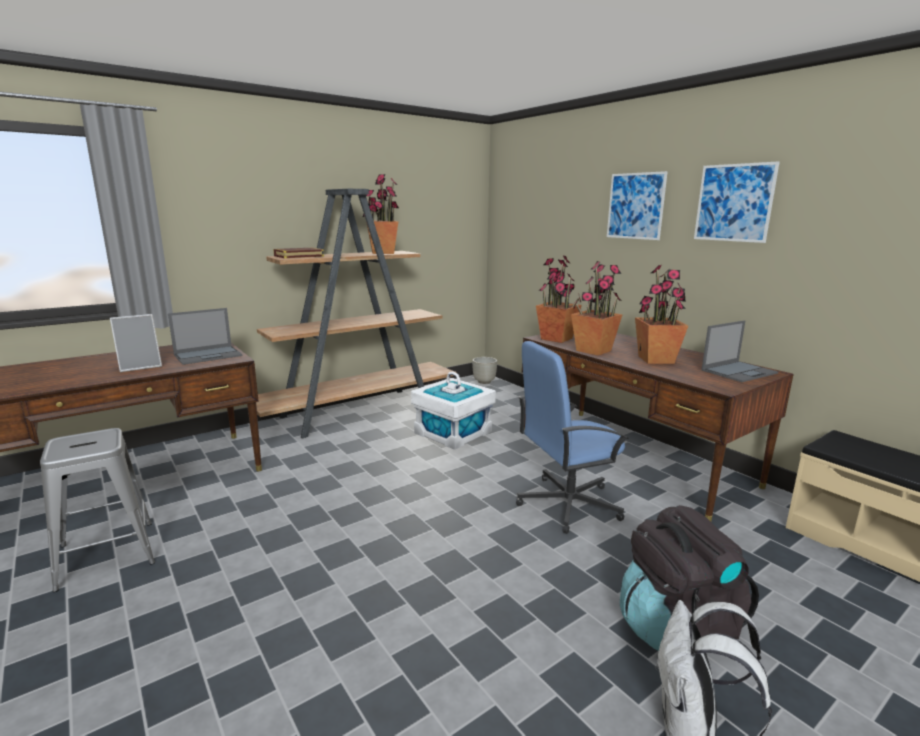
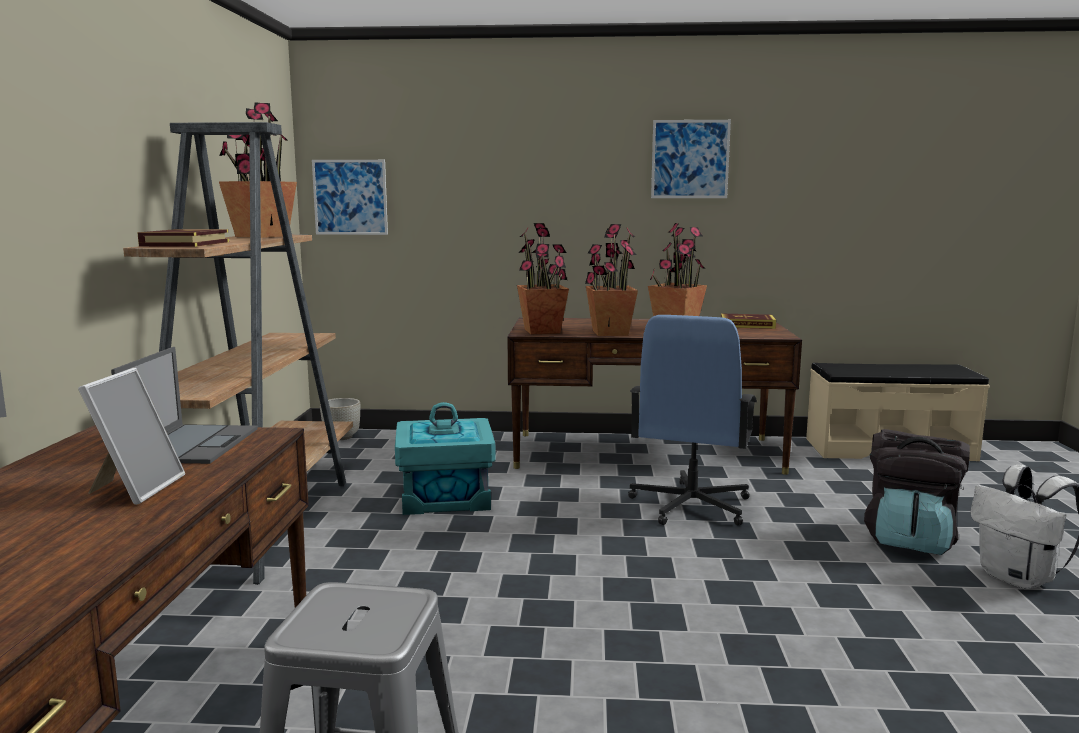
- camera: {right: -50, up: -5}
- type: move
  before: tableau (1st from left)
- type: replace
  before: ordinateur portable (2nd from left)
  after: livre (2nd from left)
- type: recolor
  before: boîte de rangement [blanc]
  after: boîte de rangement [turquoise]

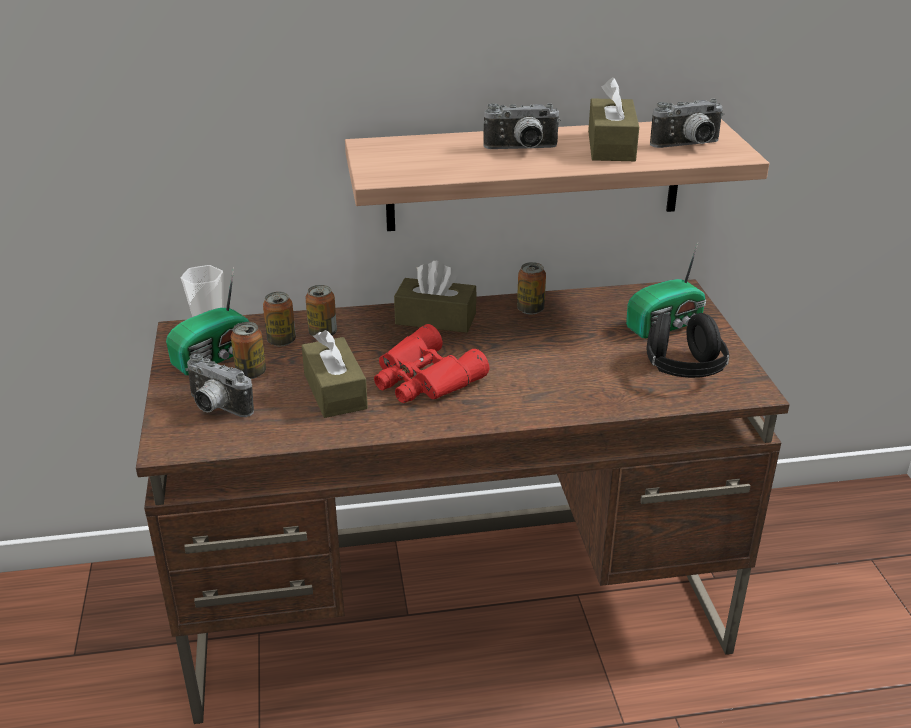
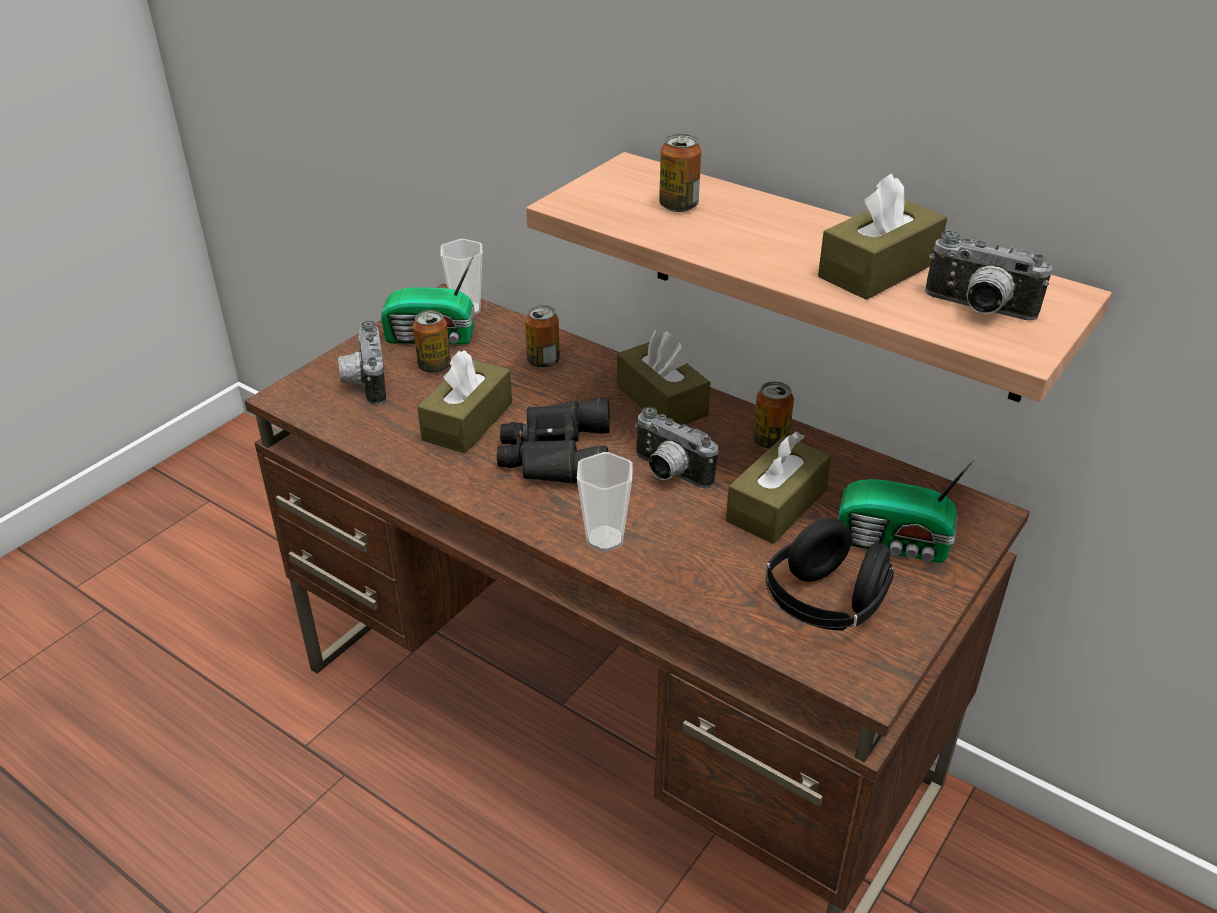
- camera: {right: 45, up: 5}
- type: move
  before: appareil photo (2nd from left)
- type: move
  before: boîte métallique (2nd from left in the first image)
  after: boîte métallique (3rd from left)
- type: recolor
  before: jumelles [rouge]
  after: jumelles [noir]
- type: insert
  after: boîte à mouchoirs [marron] (3rd from left)
- type: insert
  after: tasse (2nd from left)

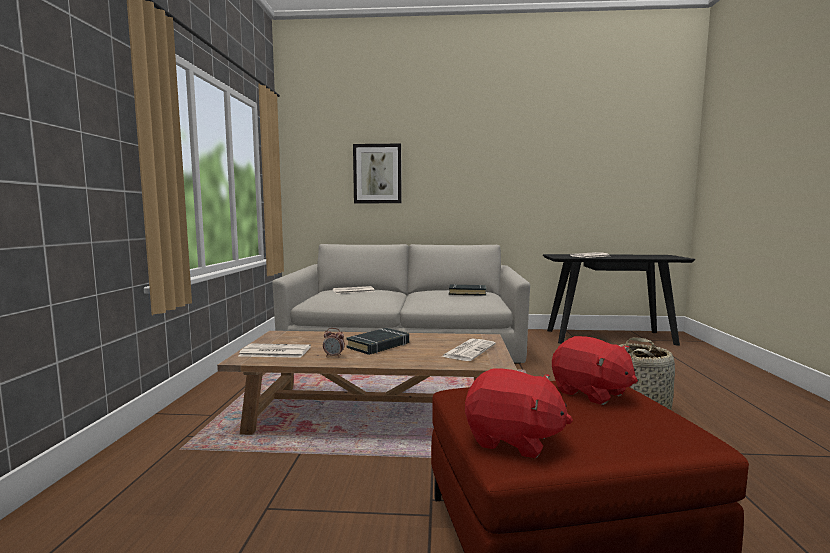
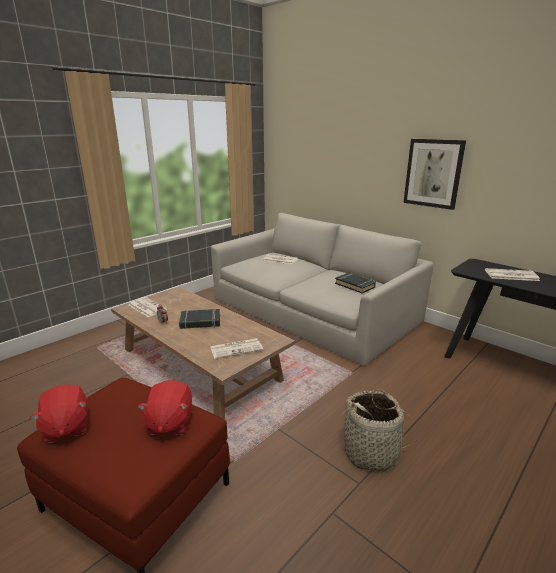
- camera: {right: 40, up: 15}
- type: move
  before: tableau

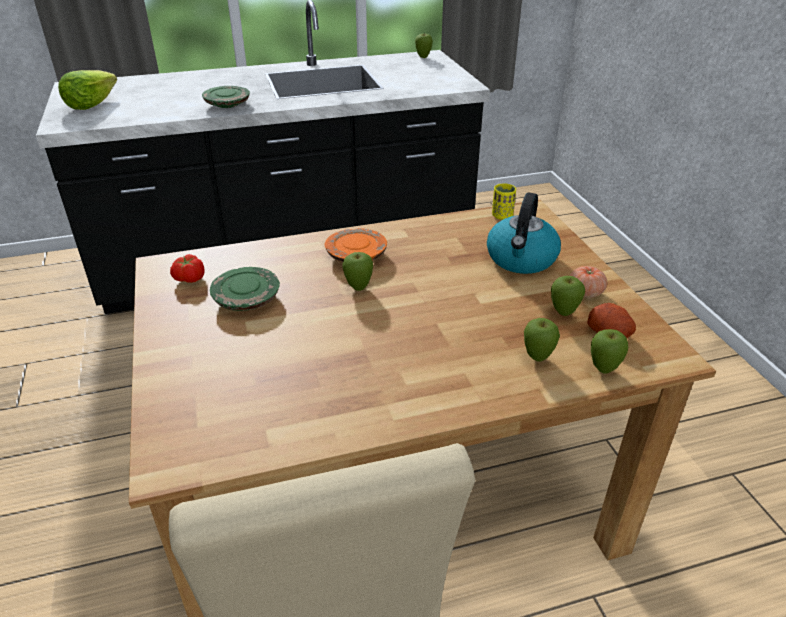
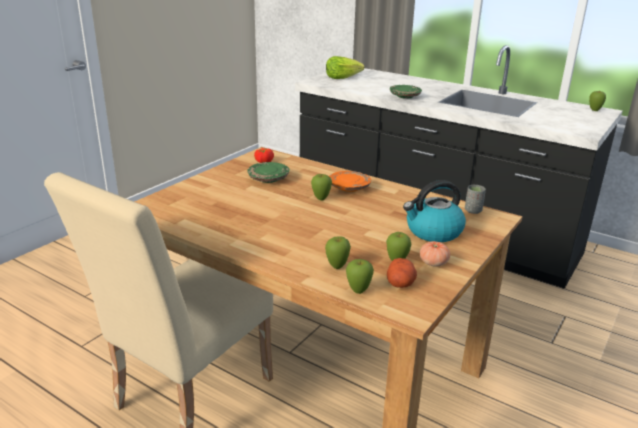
- camera: {right: 50, up: -10}
- type: recolor
  before: tasse [jaune]
  after: tasse [gris]

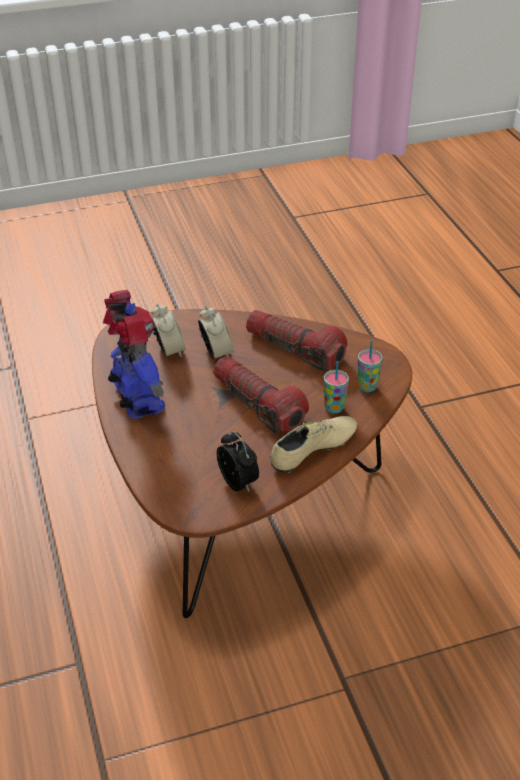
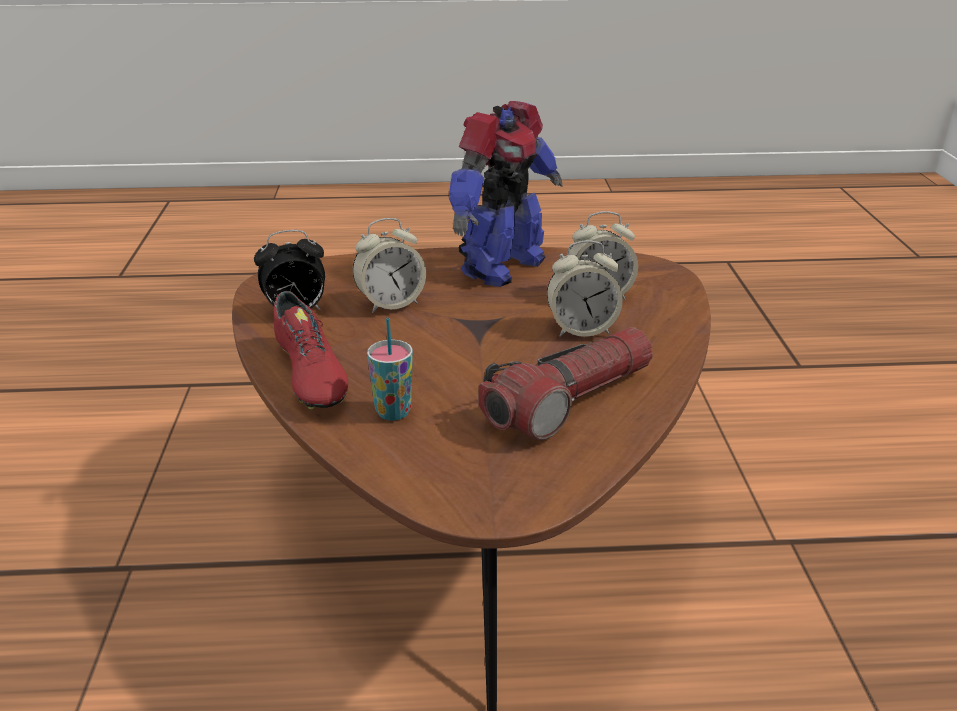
- camera: {right: 105, up: -10}
- type: rotate
  before: robot jouet
  turn: -45
- type: delete
  before: tasse (2nd from left)
- type: delete
  before: lampe de poche (1st from left)
- type: recolor
  before: chaussure [beige]
  after: chaussure [rouge]
- type: insert
  after: réveil (2nd from left)

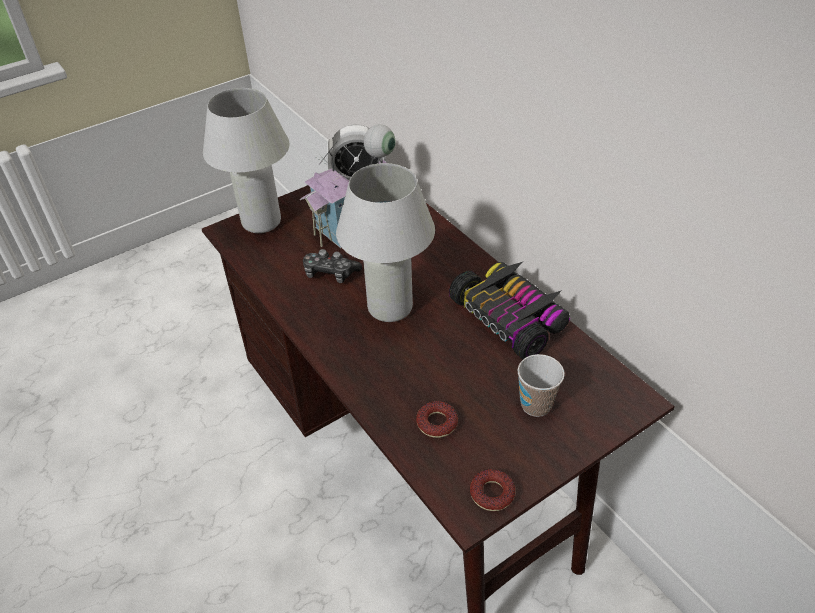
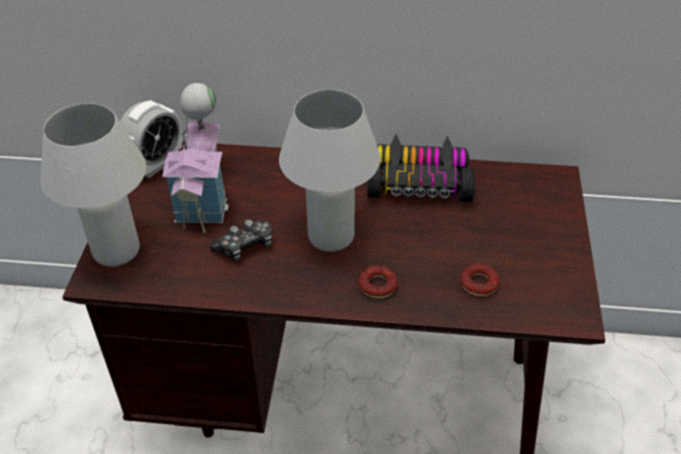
- camera: {right: -50, up: 0}
- type: delete
  before: tasse
- type: move
  before: beignet (2nd from left in the first image)
  after: beignet (1st from left)

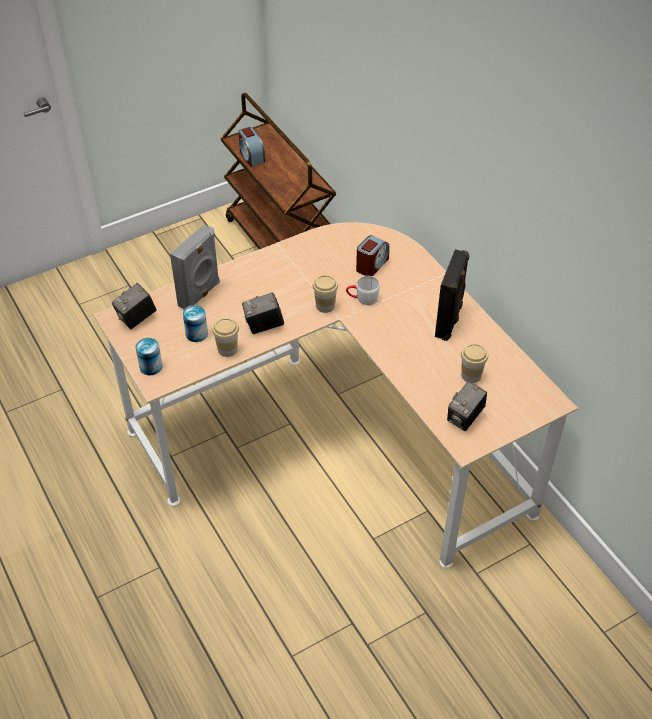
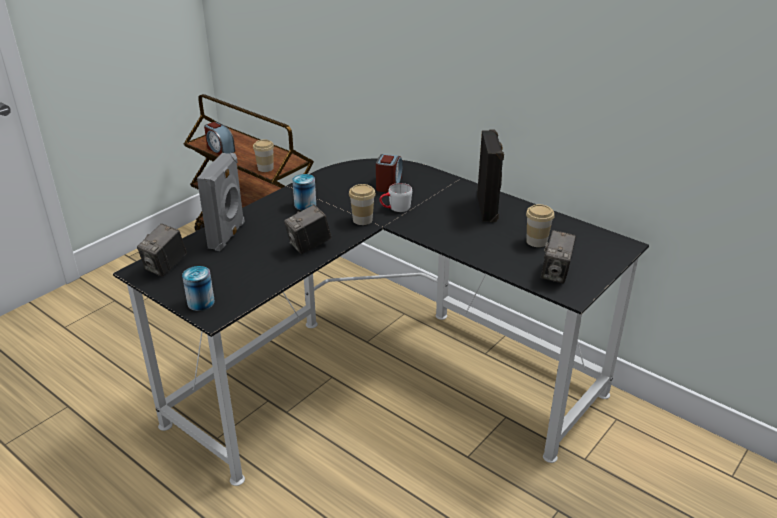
- camera: {right: -20, up: -15}
- type: recolor
  before: bureau [beige]
  after: bureau [noir]
- type: move
  before: boîte métallique (2nd from left)
- type: move
  before: tasse (1st from left)

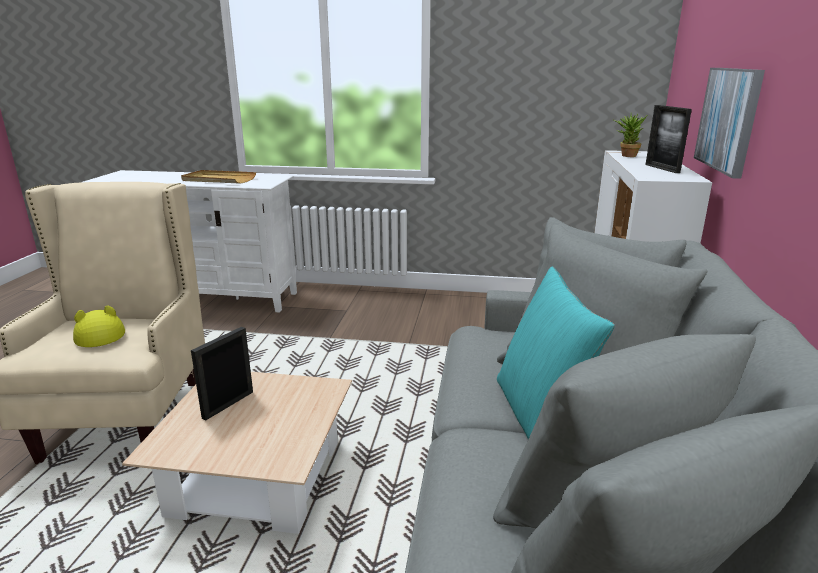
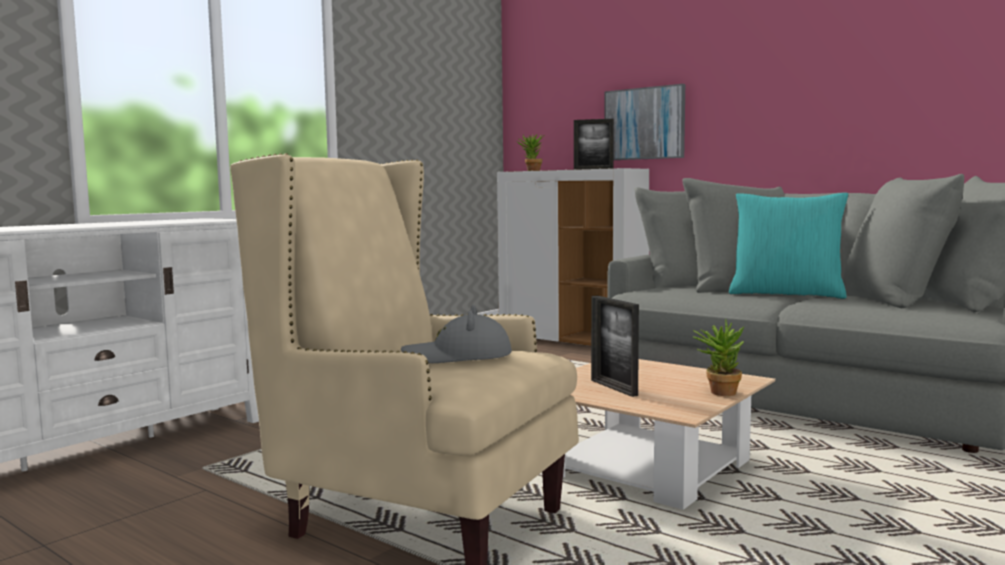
- camera: {right: -60, up: -15}
- type: delete
  before: plateau [beige]
- type: recolor
  before: chapeau [jaune]
  after: chapeau [gris]
- type: insert
  after: plante en pot (2nd from left)

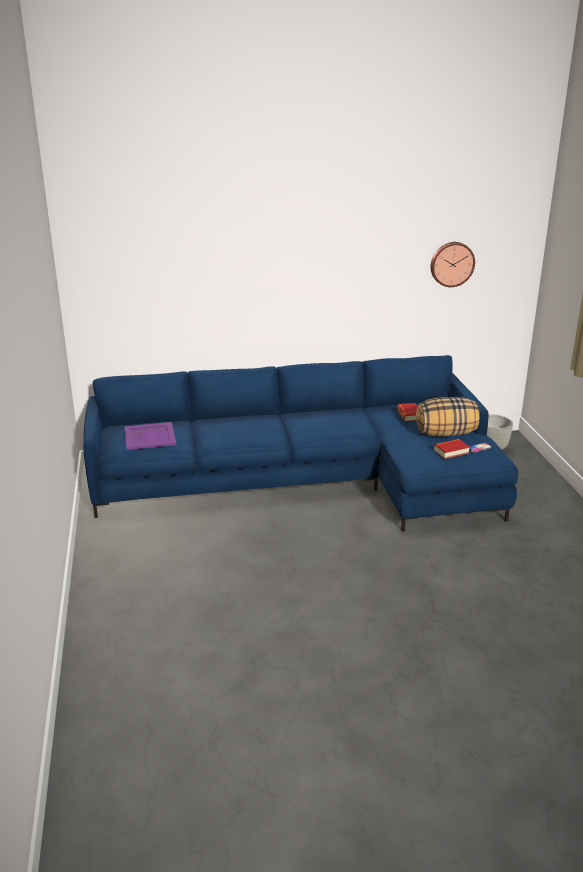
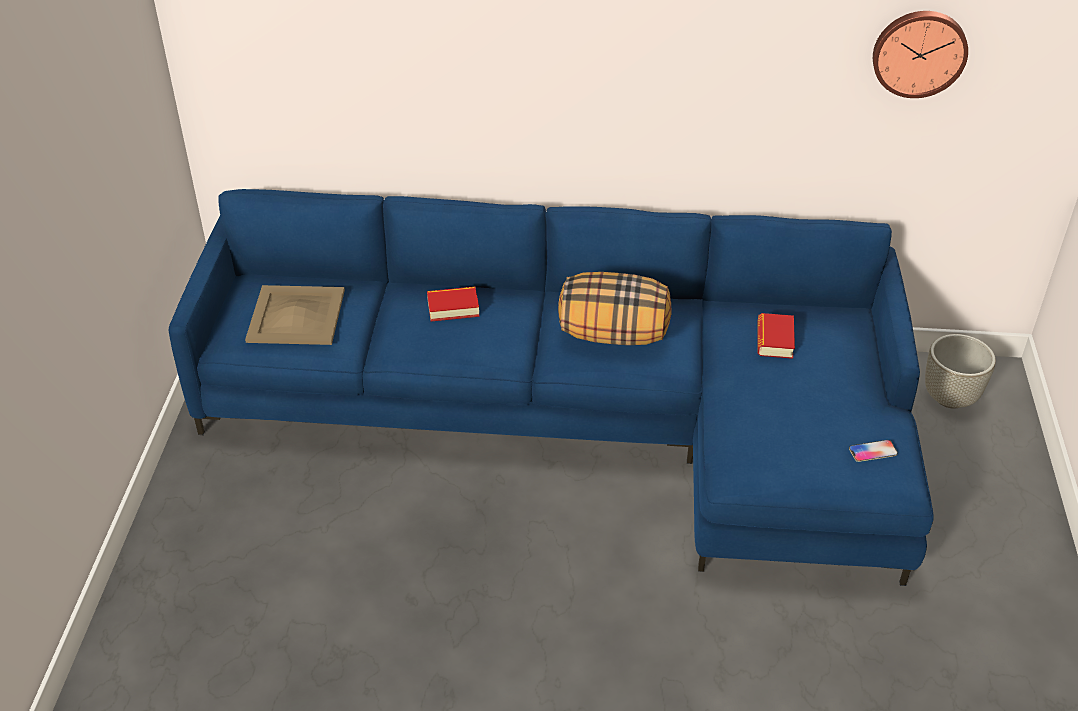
- camera: {right: 15, up: 15}
- type: move
  before: coussin
- type: recolor
  before: plateau [violet]
  after: plateau [beige]
- type: move
  before: livre (2nd from left in the first image)
  after: livre (1st from left)

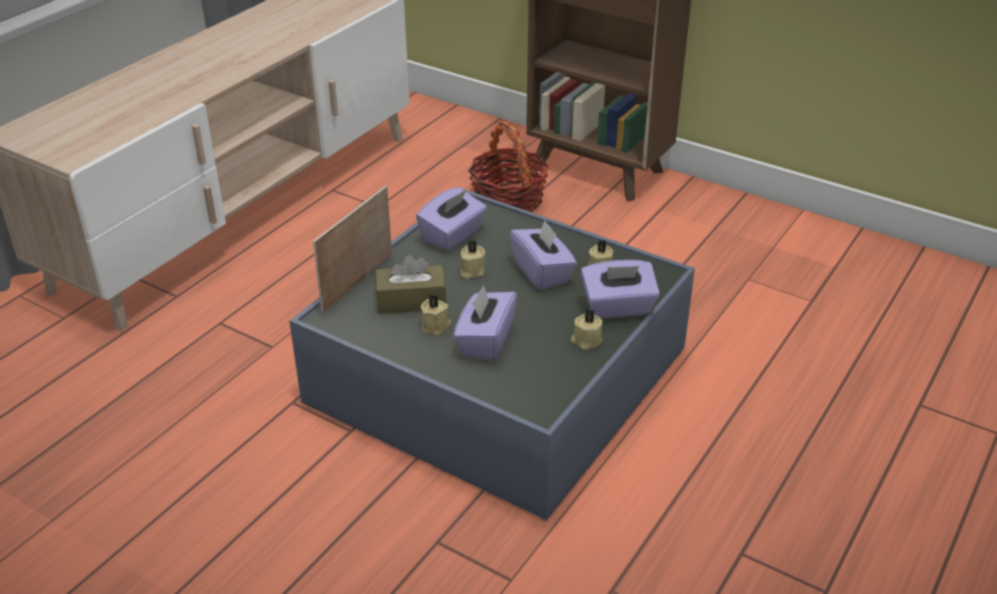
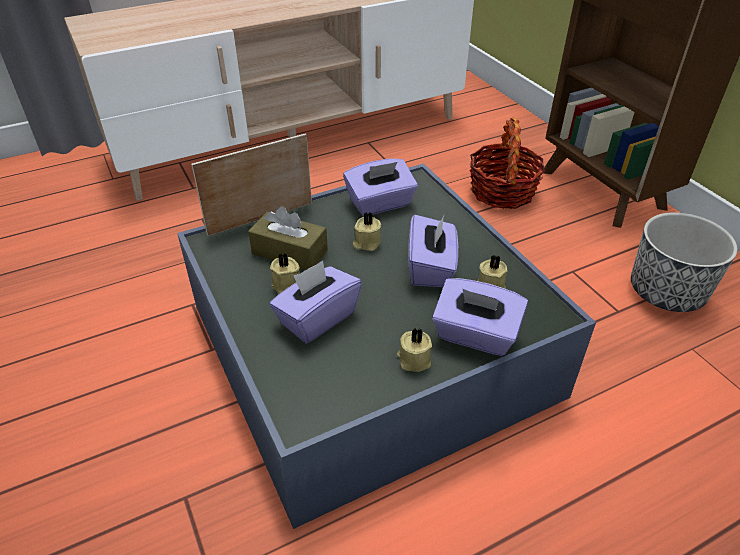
- camera: {right: 30, up: 5}
- type: insert
  after: cache-pot

